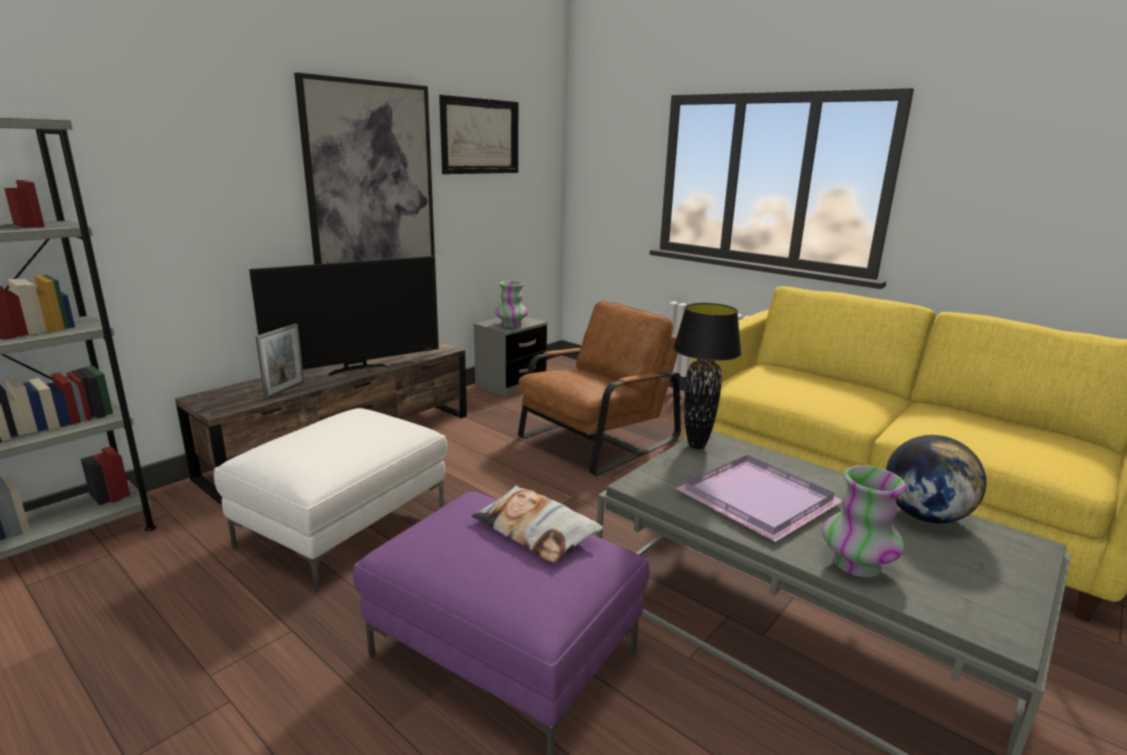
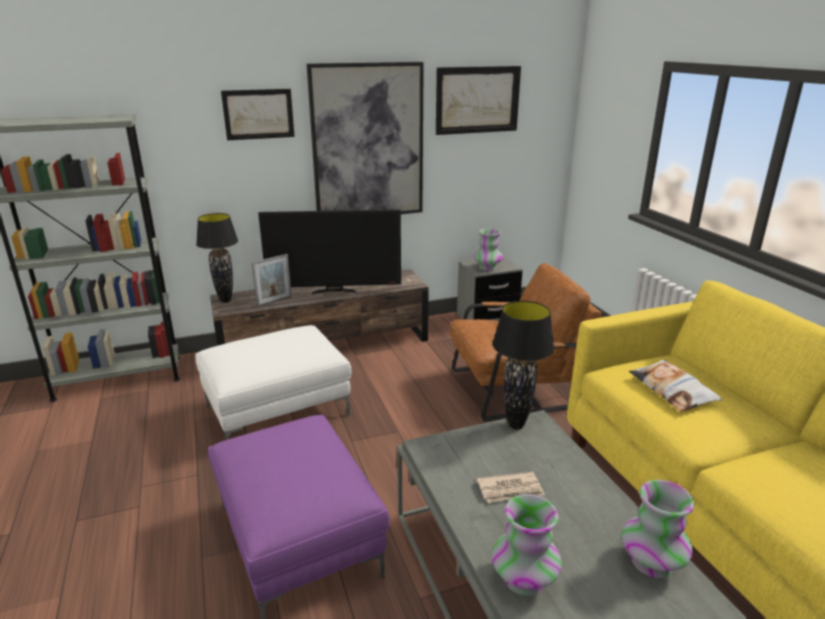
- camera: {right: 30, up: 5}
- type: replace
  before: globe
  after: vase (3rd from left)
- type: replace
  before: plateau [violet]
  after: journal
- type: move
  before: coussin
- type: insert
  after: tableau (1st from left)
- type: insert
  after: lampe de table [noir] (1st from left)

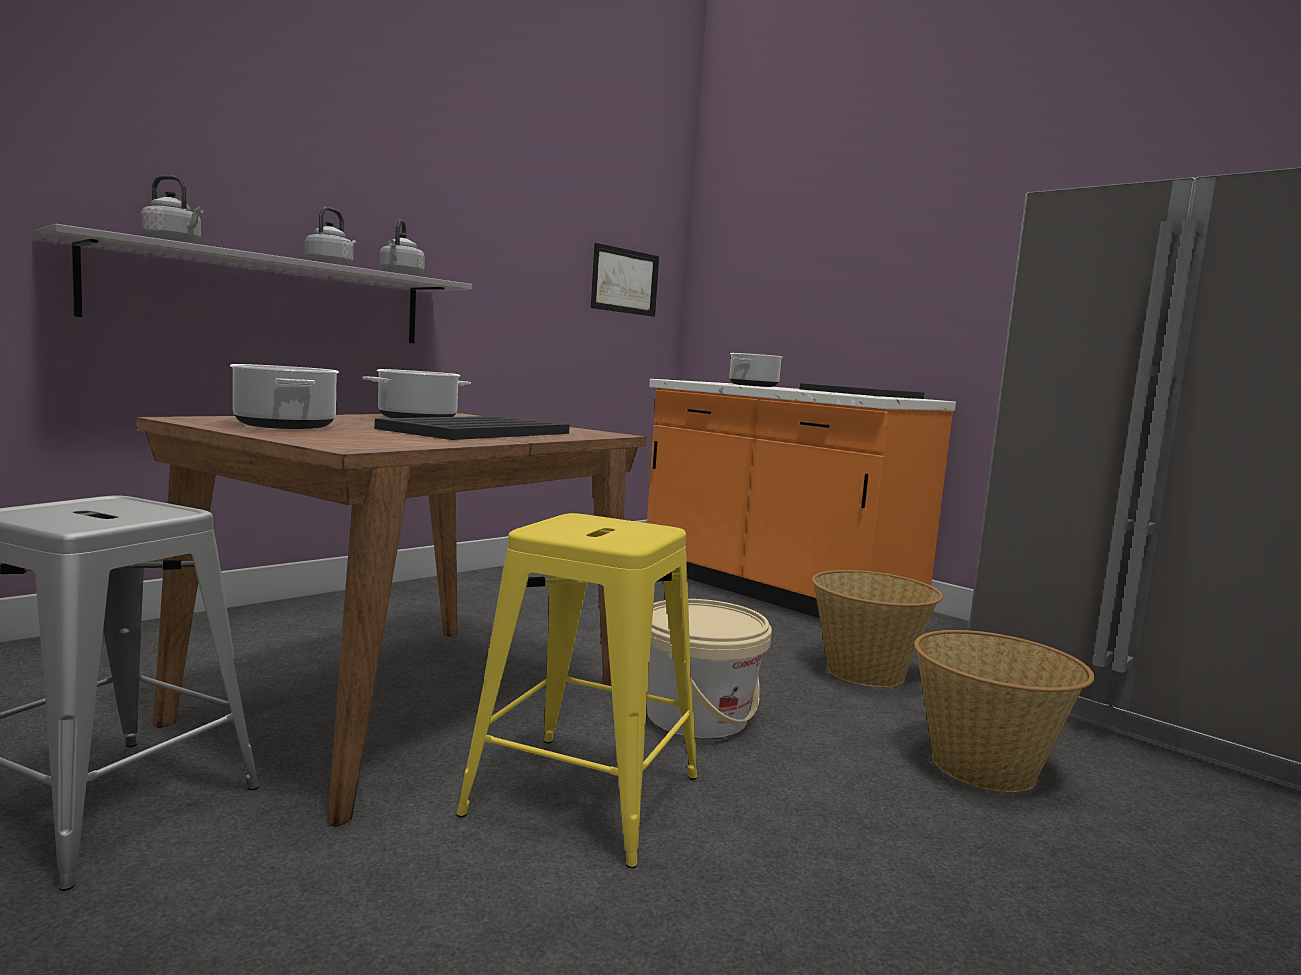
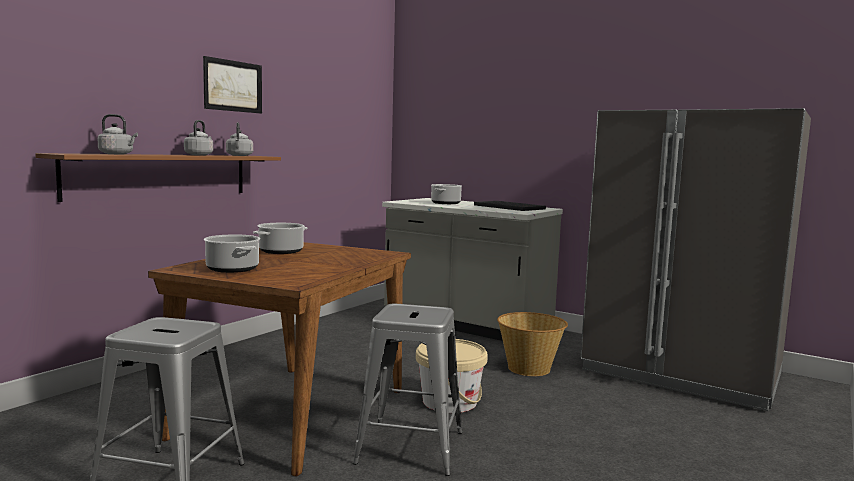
- camera: {right: -10, up: 0}
- type: recolor
  before: étagère [gris]
  after: étagère [marron]
- type: move
  before: tableau
- type: recolor
  before: comptoir de cuisine [orange]
  after: comptoir de cuisine [gris]
- type: delete
  before: plateau [noir] (1st from left)
- type: recolor
  before: tabouret [jaune]
  after: tabouret [gris] (2nd from left)
- type: delete
  before: panier (2nd from left)

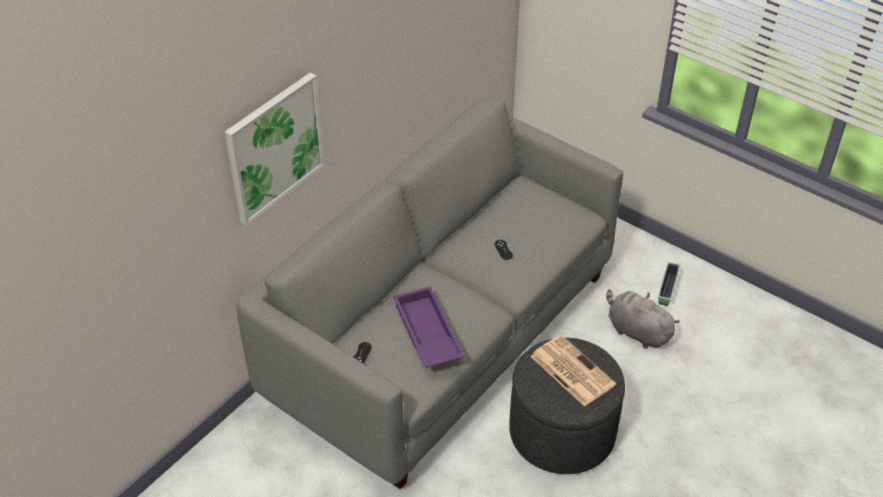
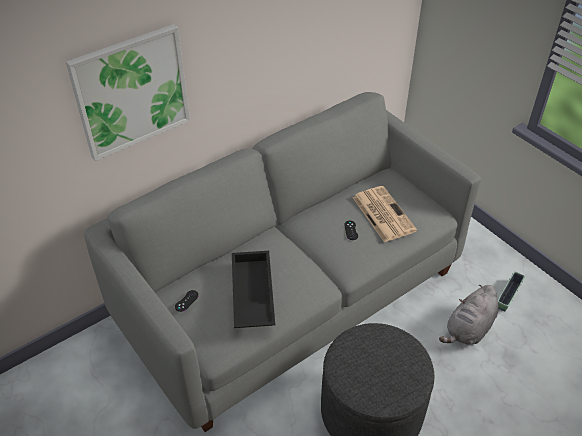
- camera: {right: 15, up: 0}
- type: recolor
  before: plateau [violet]
  after: plateau [noir]
- type: rotate
  before: peluche [gris]
  turn: -105
- type: move
  before: journal

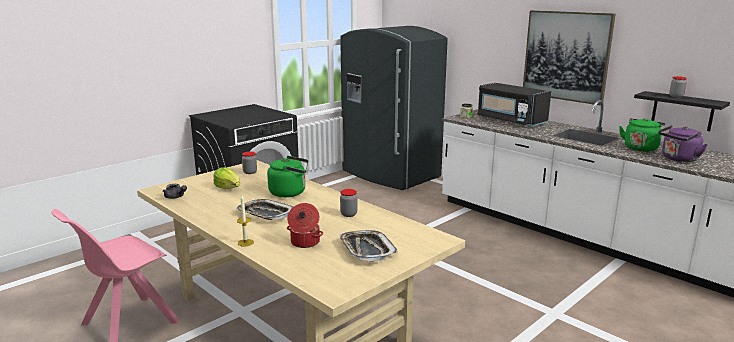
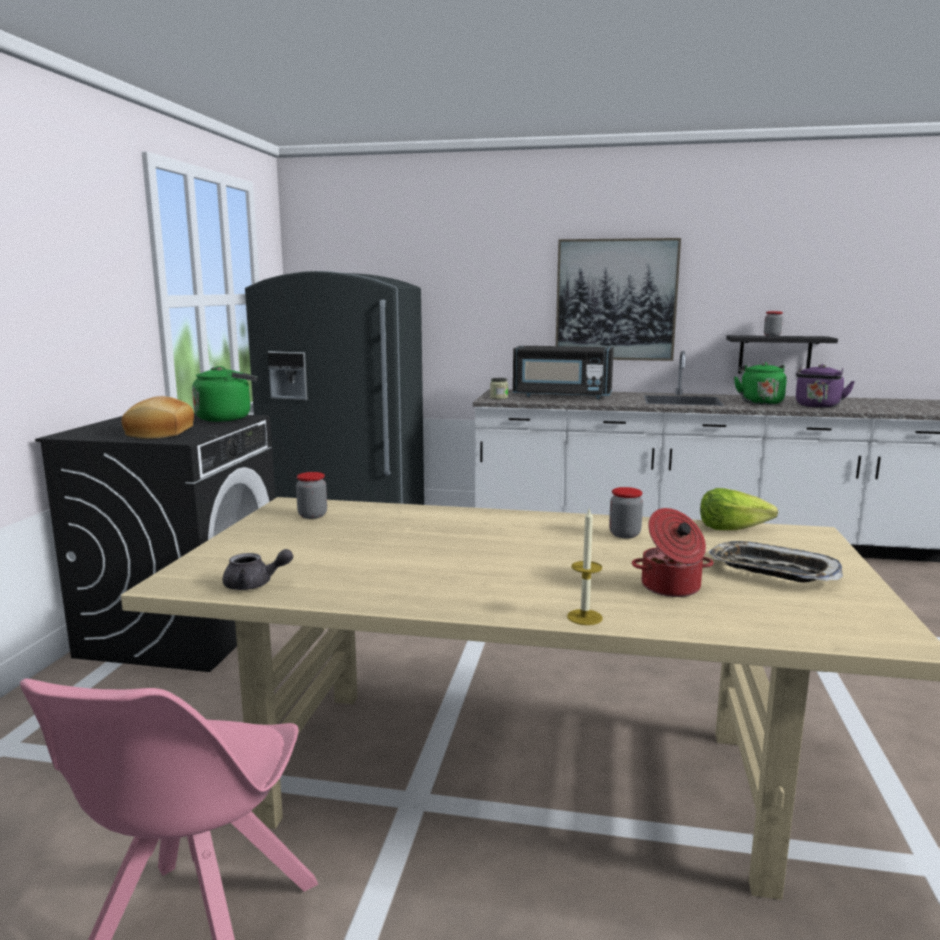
- camera: {right: -35, up: -5}
- type: move
  before: bouilloire [vert] (1st from left)
- type: move
  before: laitue
- type: delete
  before: plateau (1st from left)
- type: insert
  after: pain

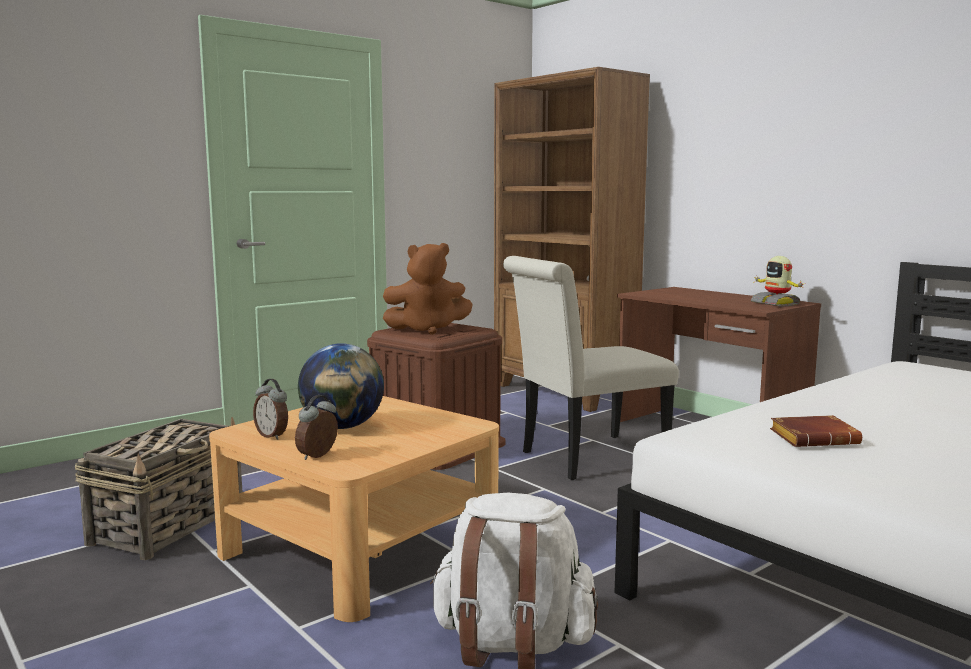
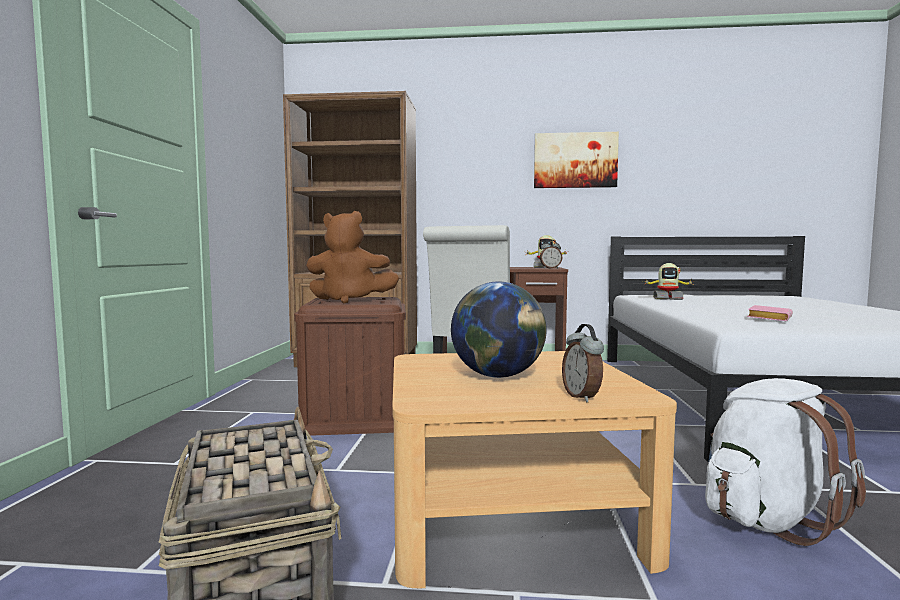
- camera: {right: -45, up: -5}
- type: rotate
  before: peluche [marron]
  turn: 60
- type: move
  before: réveil (1st from left)
- type: recolor
  before: livre [marron]
  after: livre [rose]
- type: insert
  after: tableau
- type: insert
  after: robot jouet (2nd from left)

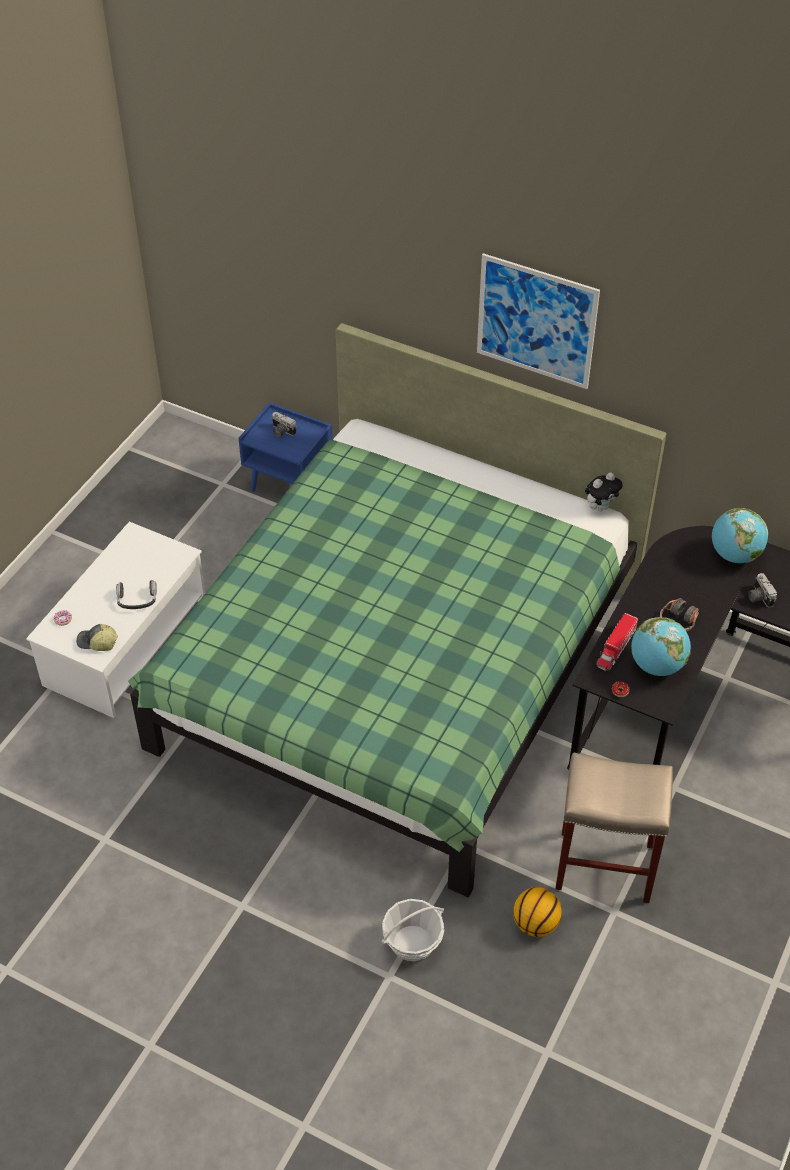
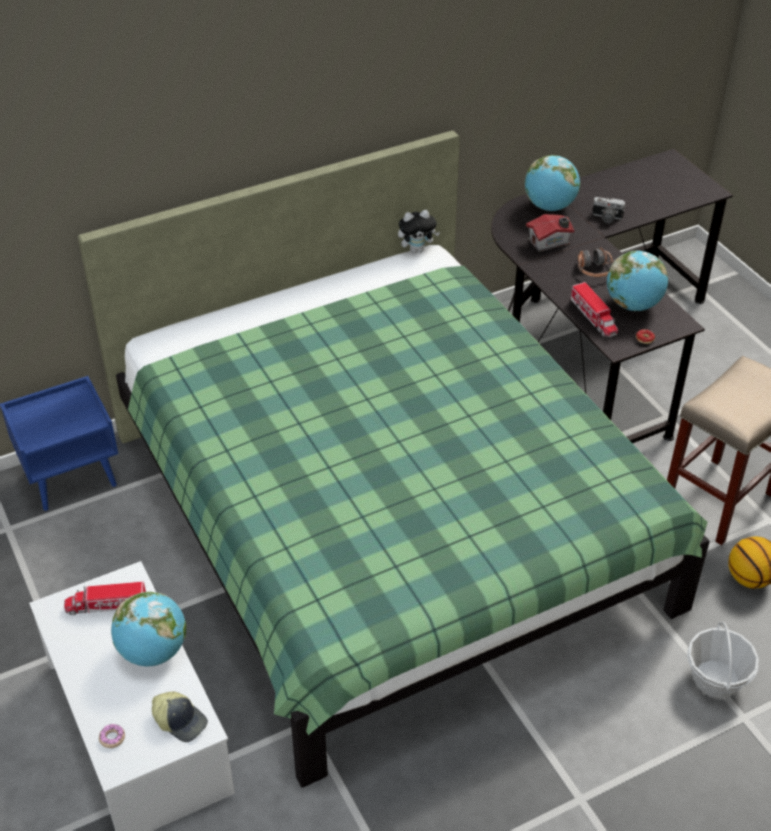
- camera: {right: -55, up: -5}
- type: delete
  before: tableau
- type: delete
  before: appareil photo (1st from left)
- type: rotate
  before: peluche
  turn: 75
- type: replace
  before: casque audio (1st from left)
  after: globe (1st from left)
- type: rotate
  before: casquette
  turn: -105
- type: insert
  after: maison miniature
- type: insert
  after: camion jouet (1st from left)

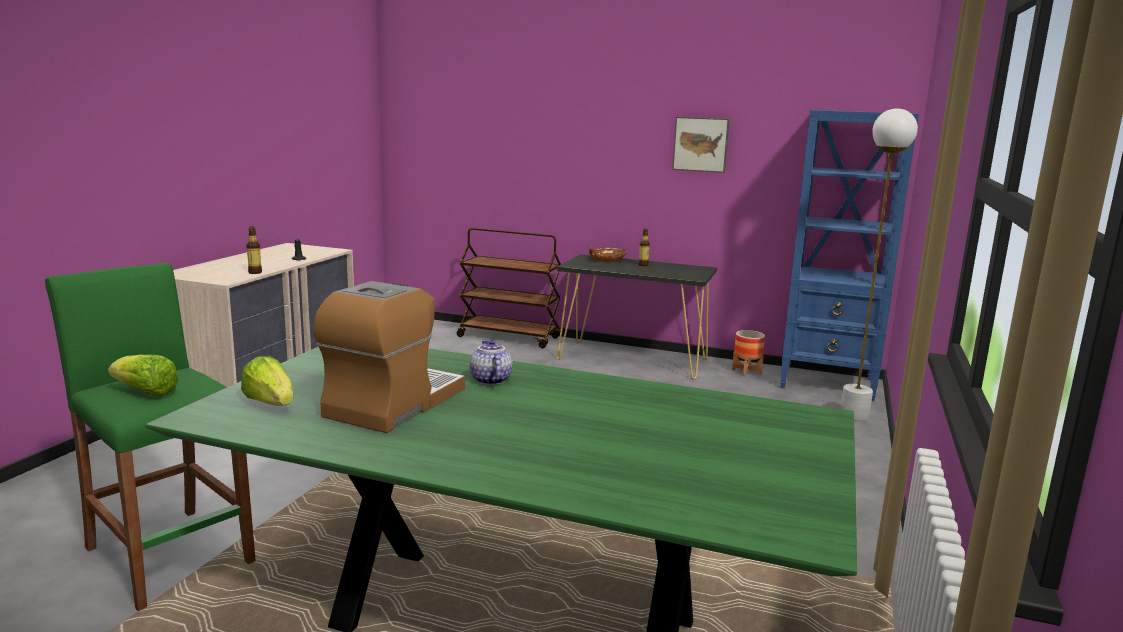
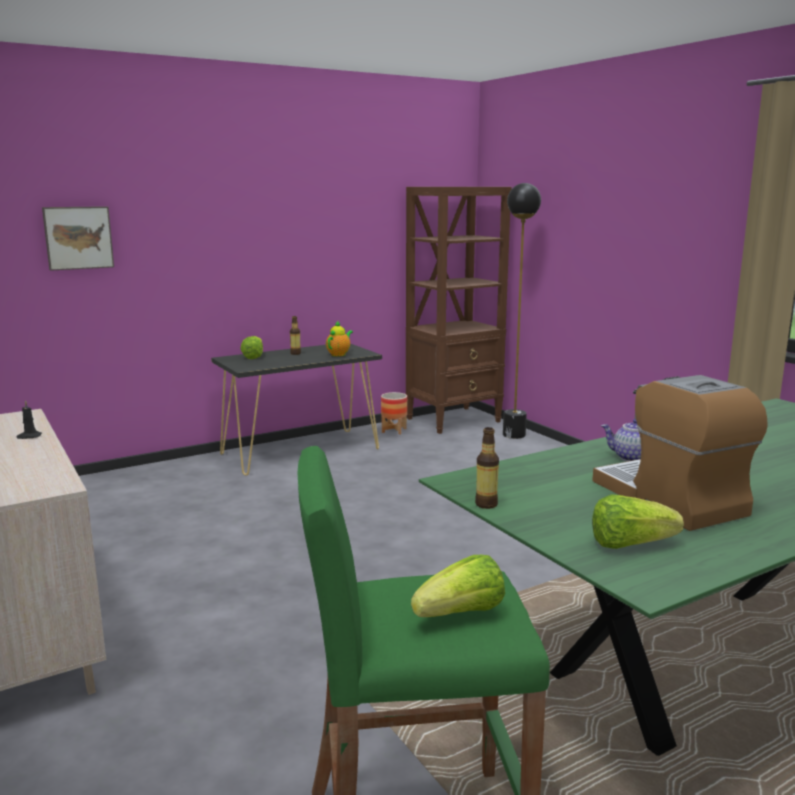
- camera: {right: -50, up: 0}
- type: recolor
  before: lampadaire [blanc]
  after: lampadaire [noir]
- type: recolor
  before: bibliothèque [bleu]
  after: bibliothèque [marron]
- type: move
  before: tableau
- type: move
  before: bouteille (1st from left in the first image)
  after: bouteille (2nd from left)
- type: delete
  before: chariot [marron]
- type: replace
  before: bol [marron]
  after: laitue (1st from left)
- type: insert
  after: théière (1st from left)

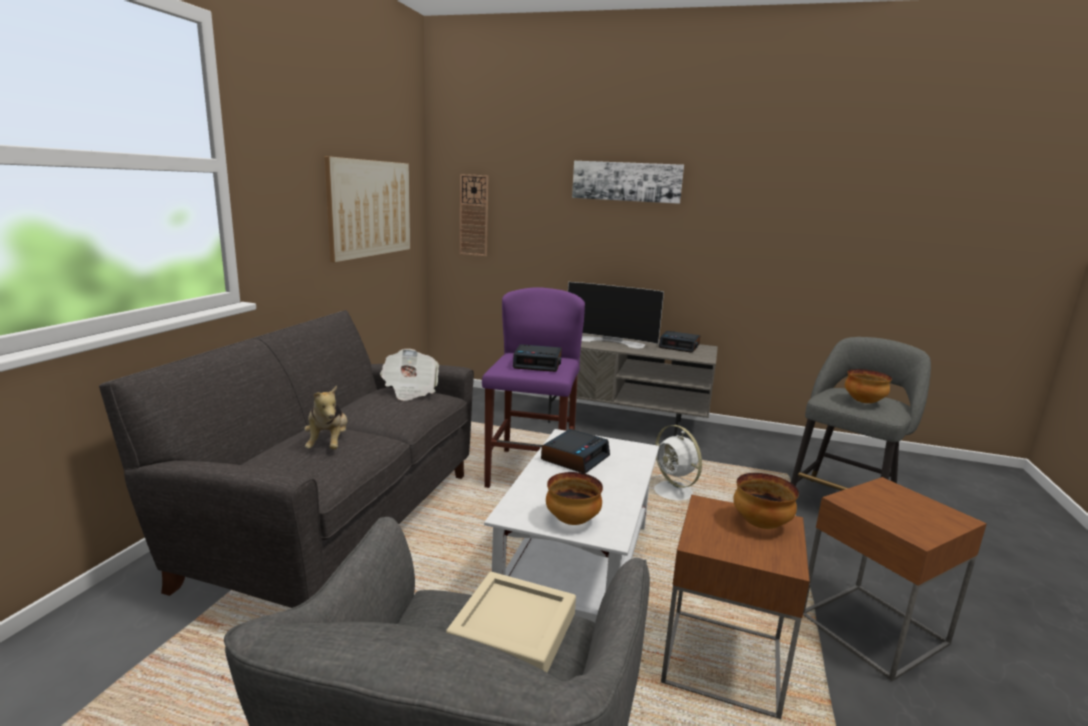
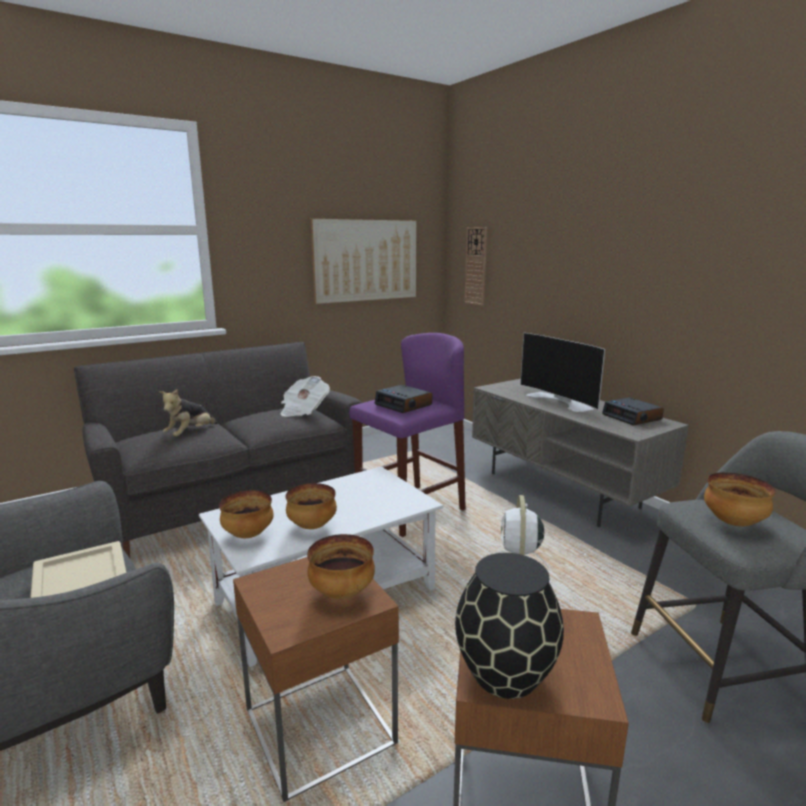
- camera: {right: 40, up: 0}
- type: delete
  before: tableau (2nd from left)
- type: delete
  before: réveil (2nd from left)
- type: insert
  after: bol (2nd from left)
- type: insert
  after: vase [noir]

